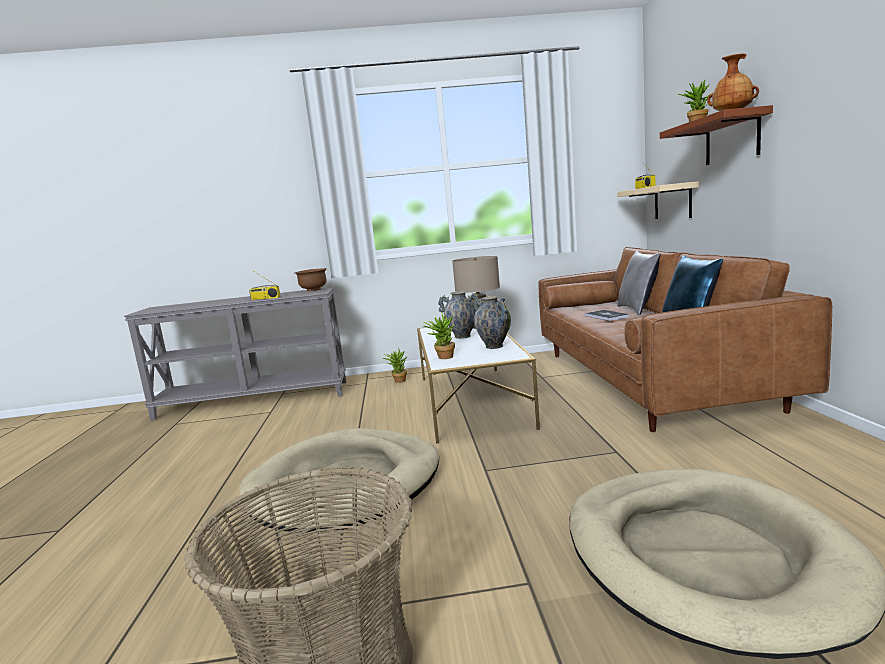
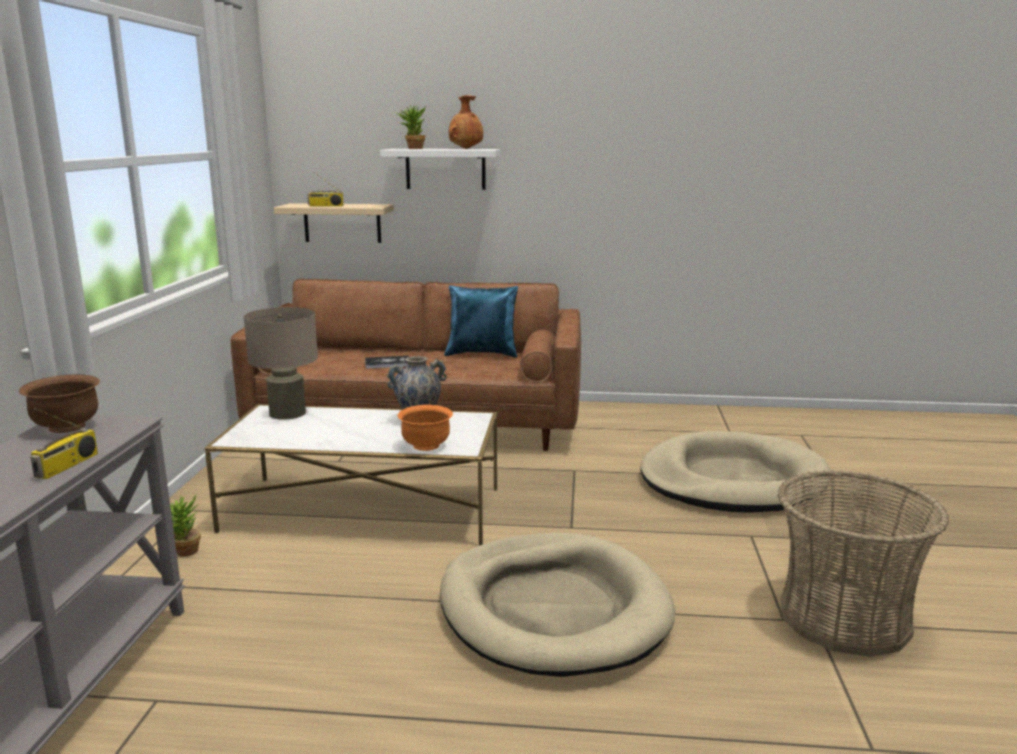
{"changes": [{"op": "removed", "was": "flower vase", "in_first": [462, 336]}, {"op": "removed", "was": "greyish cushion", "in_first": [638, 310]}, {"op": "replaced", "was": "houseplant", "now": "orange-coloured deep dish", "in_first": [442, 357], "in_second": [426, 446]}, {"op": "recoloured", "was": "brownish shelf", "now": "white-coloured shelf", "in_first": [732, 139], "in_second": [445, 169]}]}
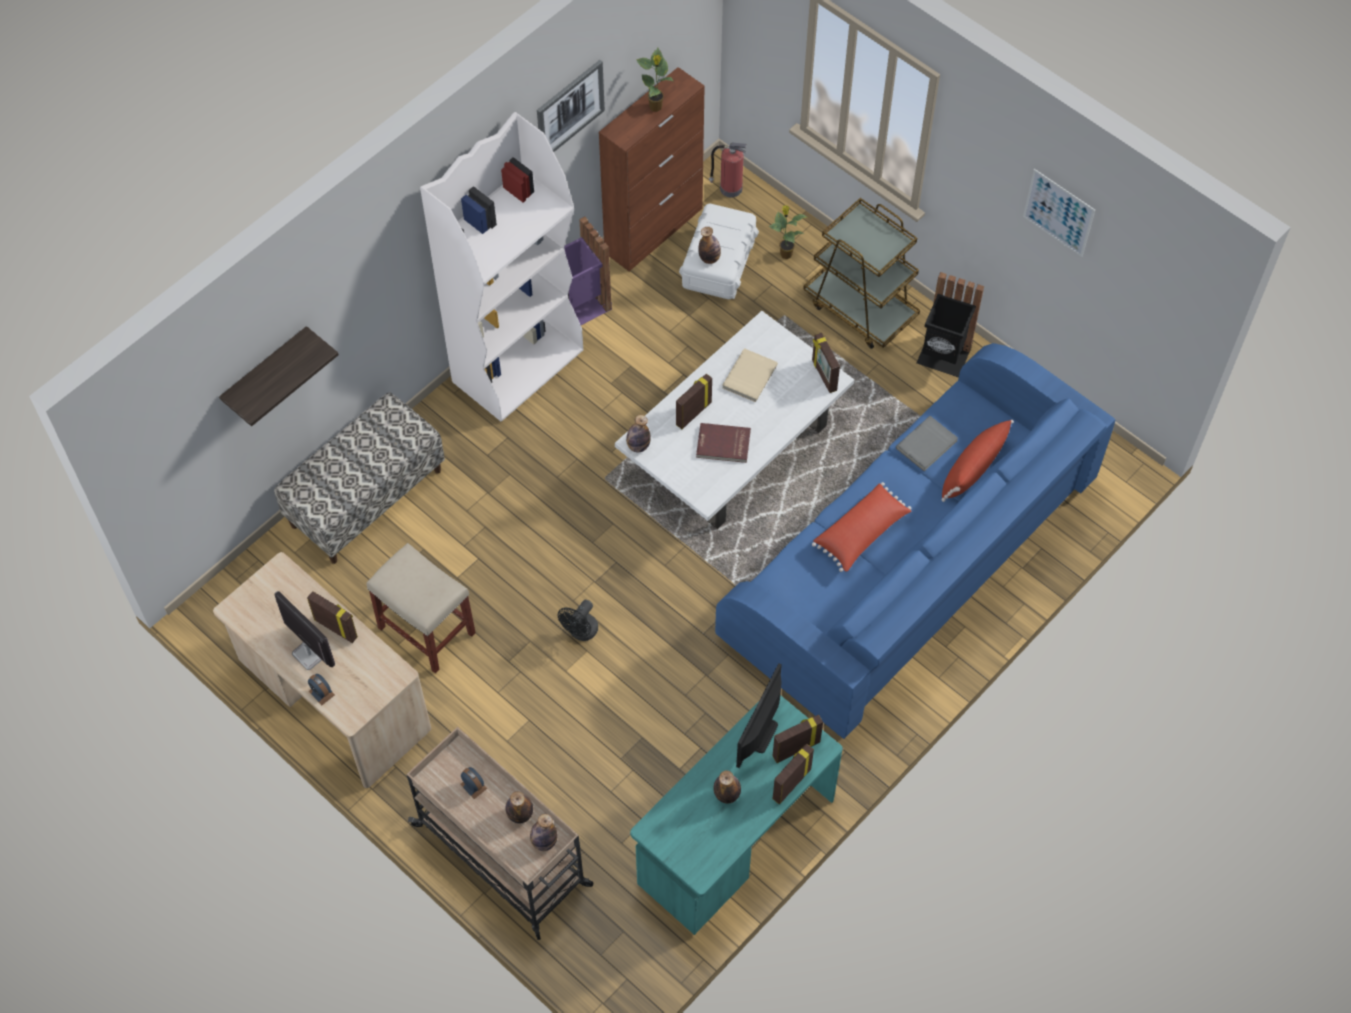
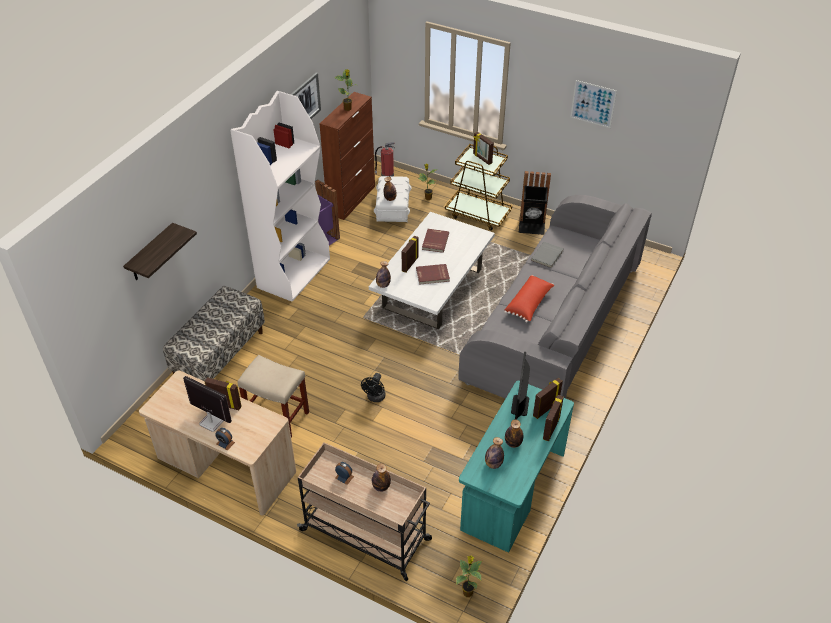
{"changes": [{"op": "removed", "was": "reddish cushion", "in_first": [972, 469]}, {"op": "added", "now": "houseplant", "in_second": [467, 592]}, {"op": "moved", "was": "drink bottle", "in_first": [544, 842], "in_second": [493, 464]}, {"op": "moved", "was": "standing frame", "in_first": [823, 375], "in_second": [482, 159]}, {"op": "recoloured", "was": "bluish settee", "now": "greyish settee", "in_first": [910, 561], "in_second": [555, 323]}, {"op": "recoloured", "was": "beige-coloured volume", "now": "reddish volume", "in_first": [748, 376], "in_second": [434, 241]}]}
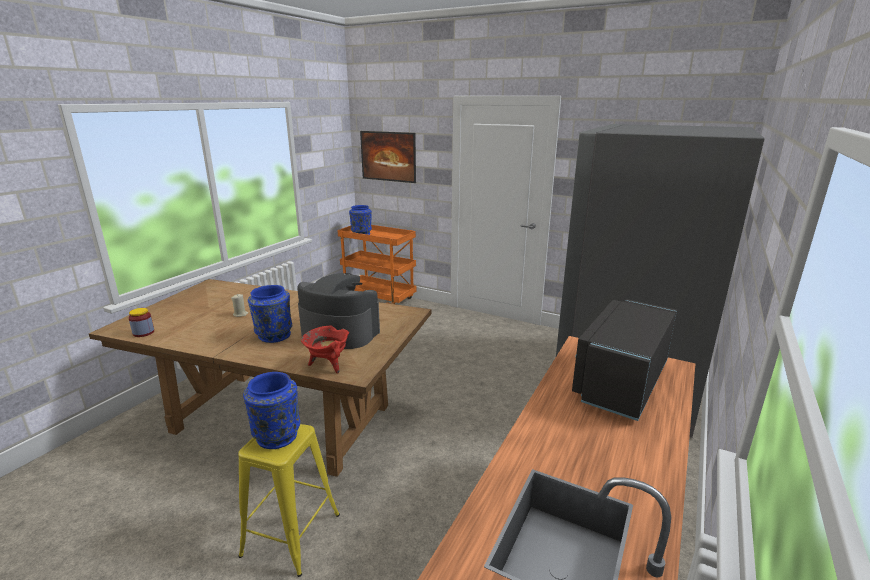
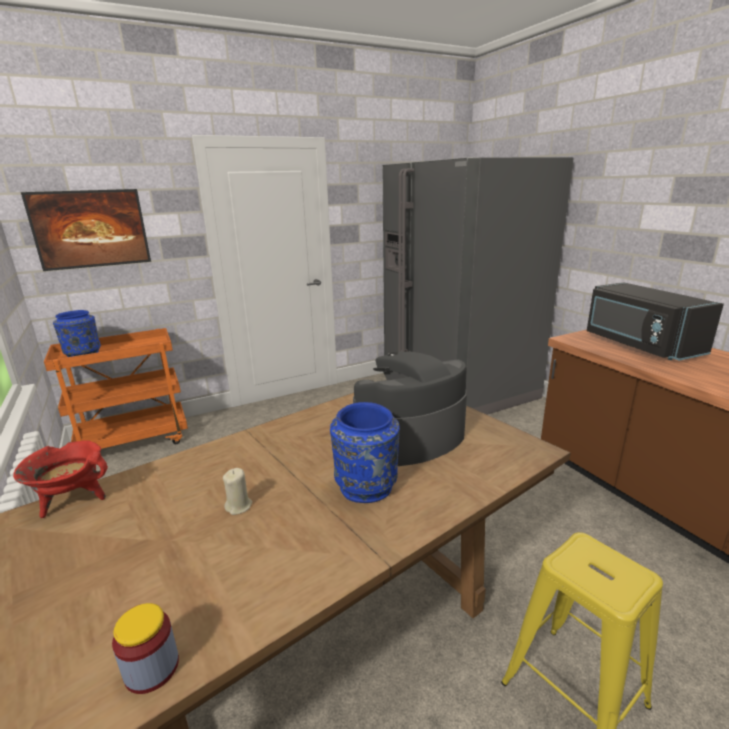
{"changes": [{"op": "removed", "was": "bluish flower vase", "in_first": [277, 435]}, {"op": "moved", "was": "reddish saucepot", "in_first": [328, 365], "in_second": [73, 501]}]}
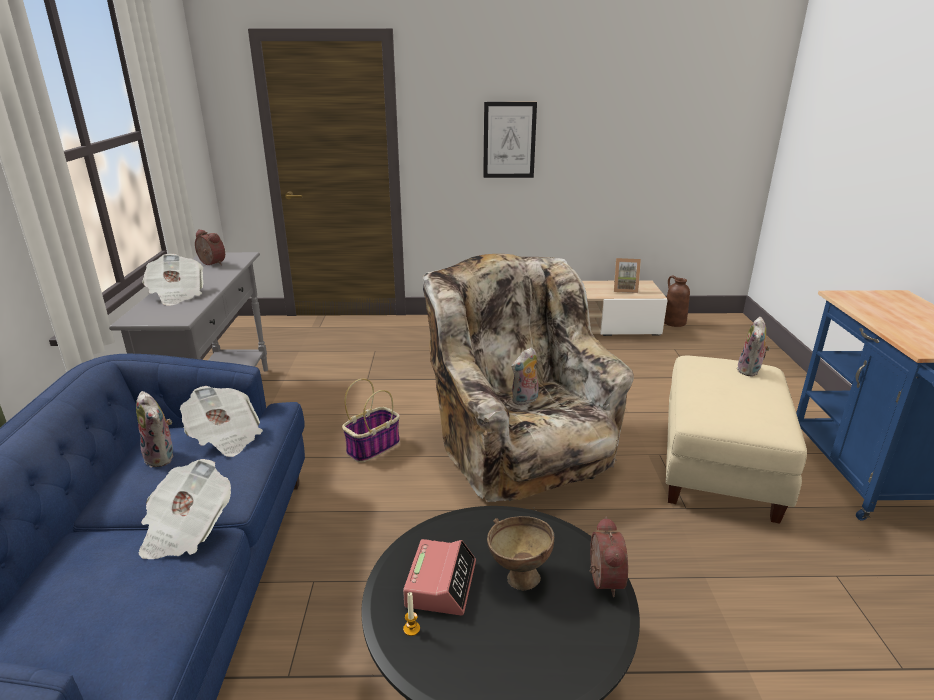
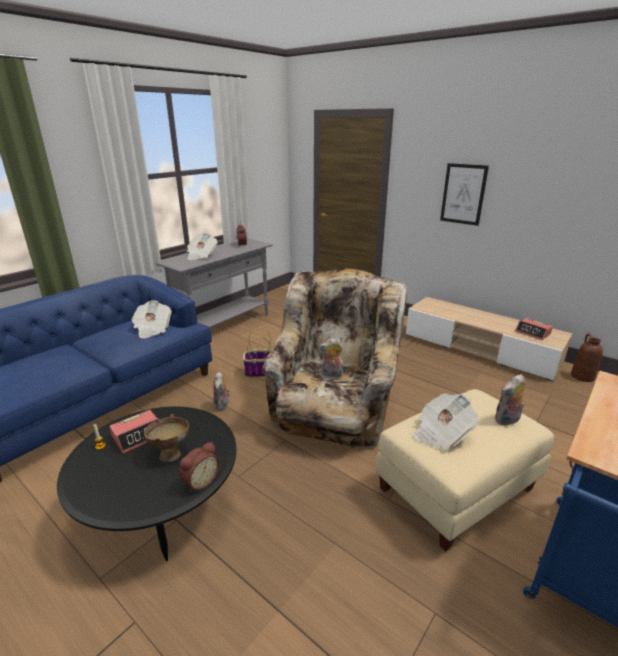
{"changes": [{"op": "moved", "was": "plush toy", "in_first": [162, 457], "in_second": [222, 406]}, {"op": "moved", "was": "daily paper", "in_first": [186, 529], "in_second": [441, 433]}, {"op": "replaced", "was": "standing frame", "now": "table clock", "in_first": [624, 289], "in_second": [533, 333]}]}
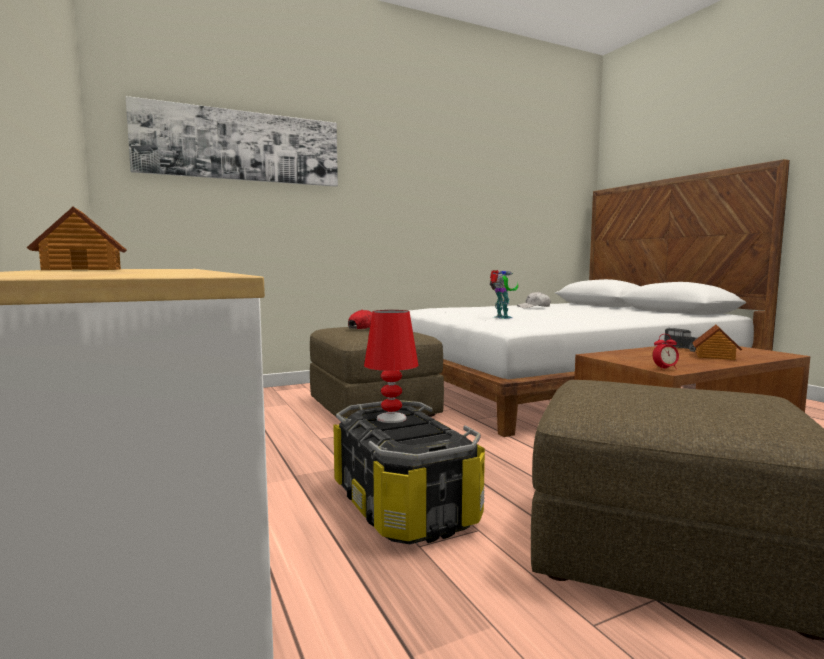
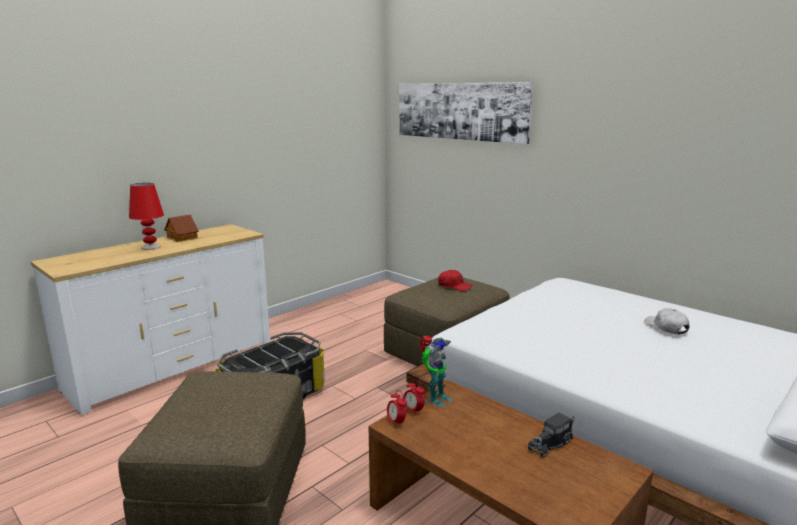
{"changes": [{"op": "removed", "was": "toy house", "in_first": [714, 356]}, {"op": "added", "now": "table clock", "in_second": [413, 411]}, {"op": "moved", "was": "reddish lamp for a table", "in_first": [391, 418], "in_second": [150, 247]}, {"op": "moved", "was": "robot figure", "in_first": [502, 318], "in_second": [435, 399]}]}
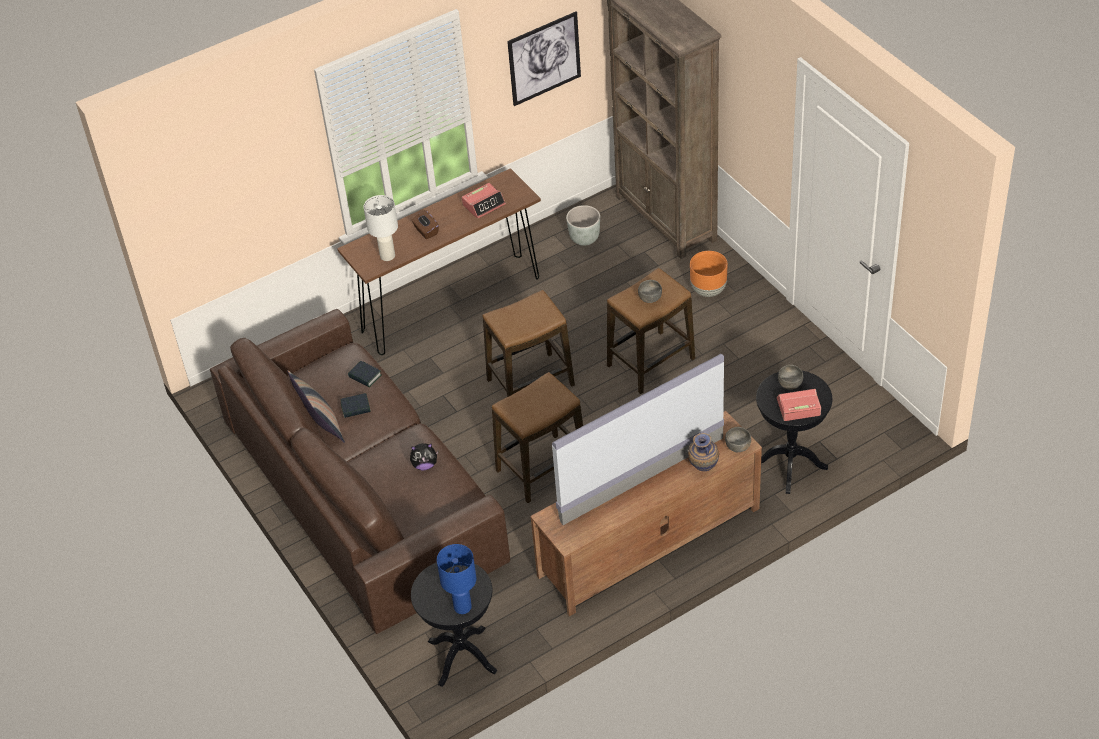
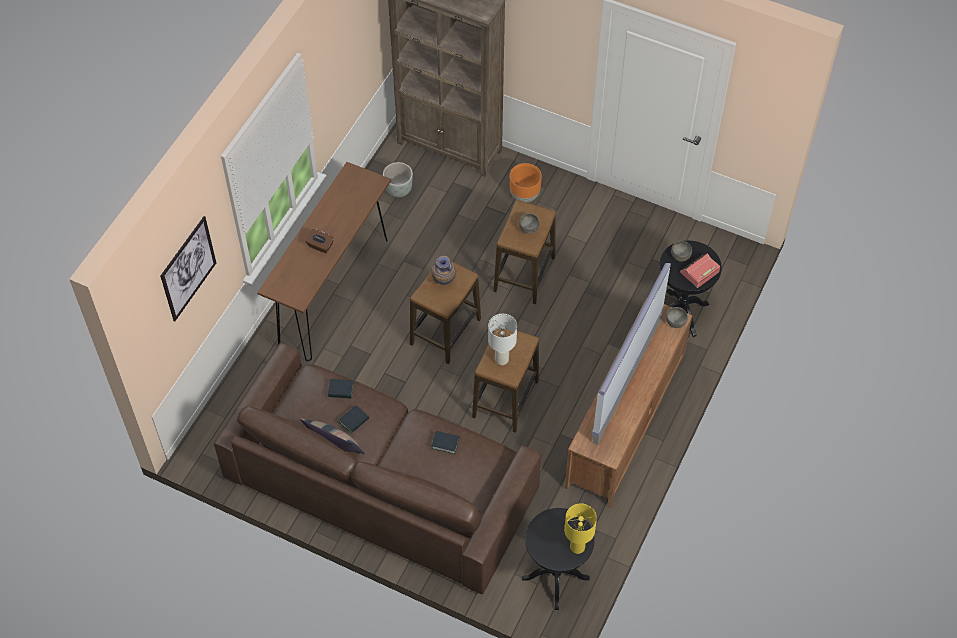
{"changes": [{"op": "removed", "was": "table clock", "in_first": [484, 204]}, {"op": "moved", "was": "white-coloured lamp for a table", "in_first": [387, 255], "in_second": [501, 359]}, {"op": "moved", "was": "picture", "in_first": [544, 58], "in_second": [188, 268]}, {"op": "moved", "was": "flower vase", "in_first": [702, 469], "in_second": [443, 282]}, {"op": "replaced", "was": "plush toy", "now": "volume", "in_first": [424, 465], "in_second": [445, 443]}, {"op": "recoloured", "was": "bluish lamp for a table", "now": "yellow-coloured lamp for a table", "in_first": [462, 607], "in_second": [577, 547]}]}
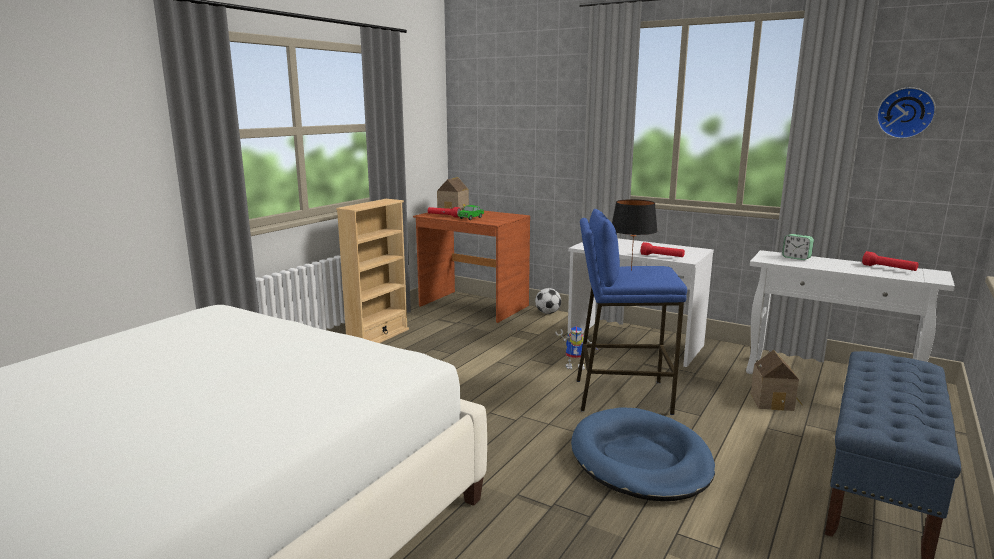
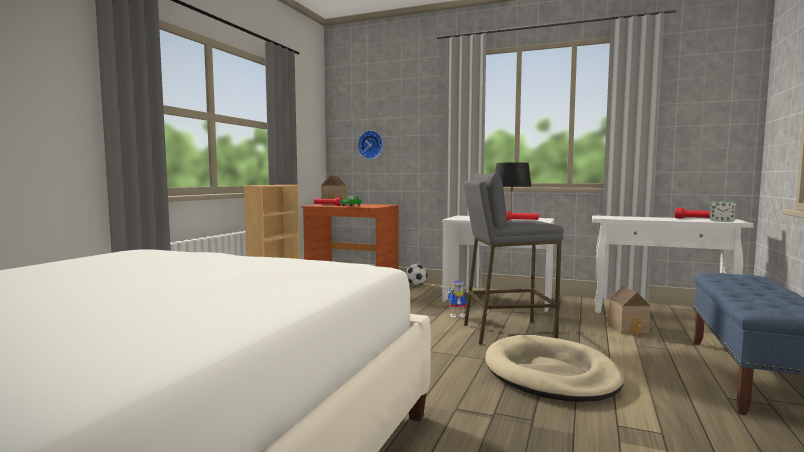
{"changes": [{"op": "moved", "was": "table clock", "in_first": [796, 258], "in_second": [722, 221]}, {"op": "moved", "was": "clock on the wall", "in_first": [905, 113], "in_second": [371, 145]}, {"op": "recoloured", "was": "bluish pet bed", "now": "beige-coloured pet bed", "in_first": [640, 459], "in_second": [550, 374]}, {"op": "recoloured", "was": "bluish sitting stool", "now": "greyish sitting stool", "in_first": [621, 396], "in_second": [507, 332]}]}
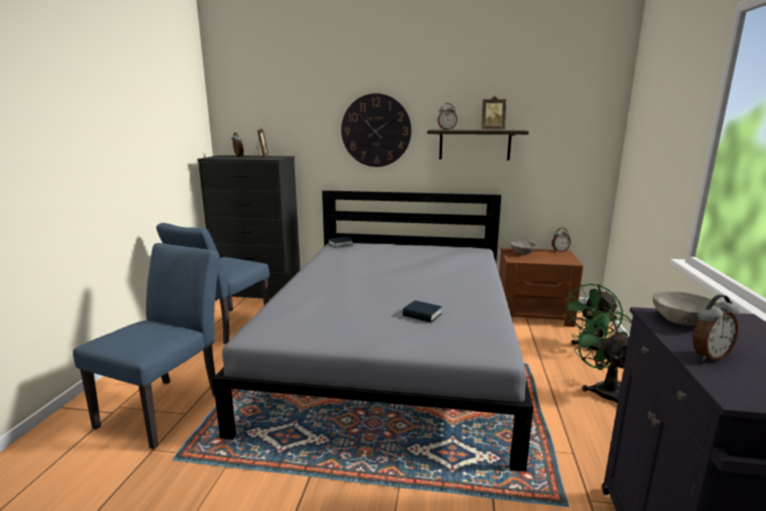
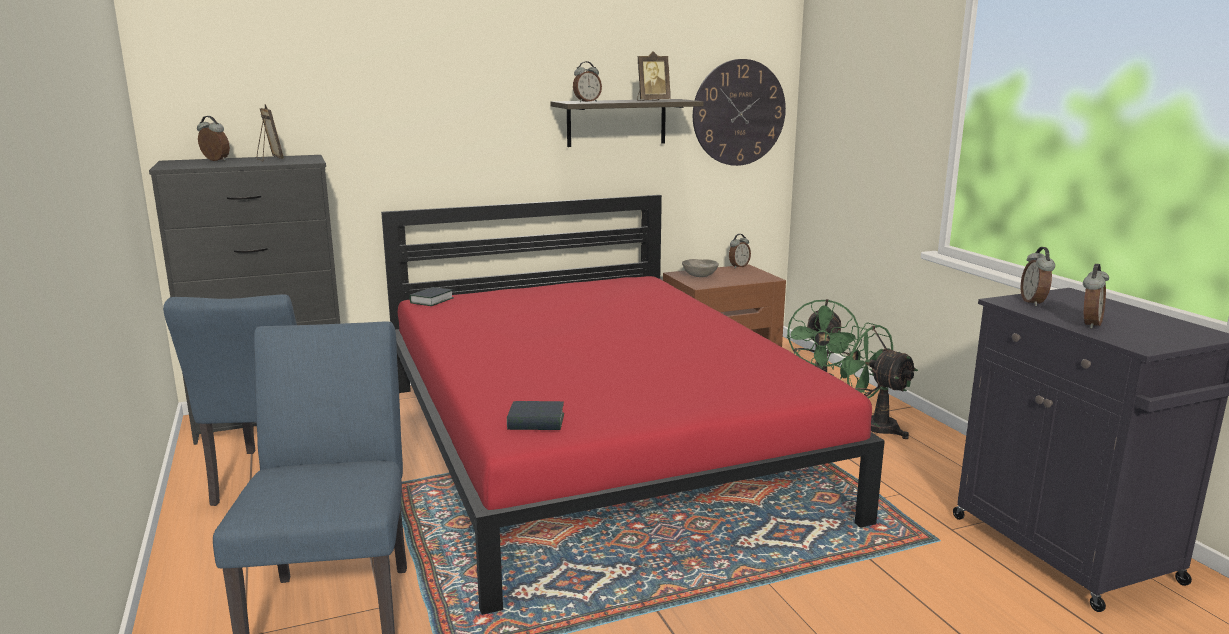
{"changes": [{"op": "moved", "was": "clock on the wall", "in_first": [376, 130], "in_second": [739, 113]}, {"op": "moved", "was": "volume", "in_first": [422, 315], "in_second": [536, 422]}, {"op": "replaced", "was": "greyish deep dish", "now": "table clock", "in_first": [683, 321], "in_second": [1034, 302]}, {"op": "recoloured", "was": "greyish sleeping bed", "now": "reddish sleeping bed", "in_first": [394, 352], "in_second": [597, 446]}]}
